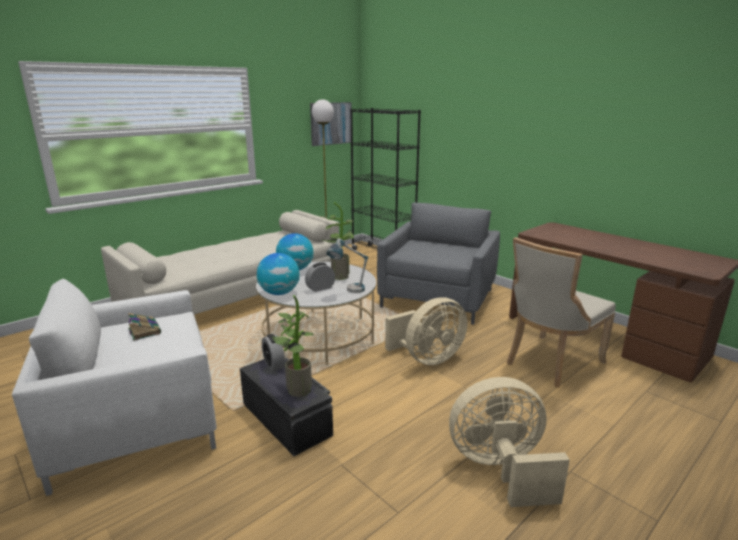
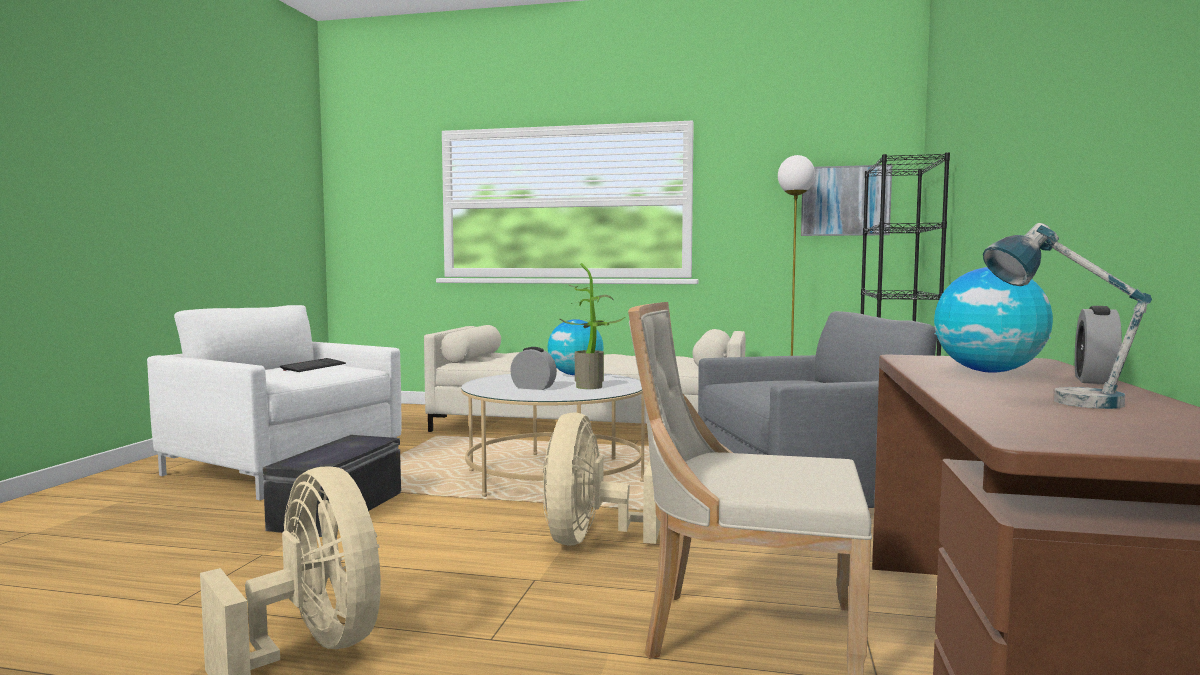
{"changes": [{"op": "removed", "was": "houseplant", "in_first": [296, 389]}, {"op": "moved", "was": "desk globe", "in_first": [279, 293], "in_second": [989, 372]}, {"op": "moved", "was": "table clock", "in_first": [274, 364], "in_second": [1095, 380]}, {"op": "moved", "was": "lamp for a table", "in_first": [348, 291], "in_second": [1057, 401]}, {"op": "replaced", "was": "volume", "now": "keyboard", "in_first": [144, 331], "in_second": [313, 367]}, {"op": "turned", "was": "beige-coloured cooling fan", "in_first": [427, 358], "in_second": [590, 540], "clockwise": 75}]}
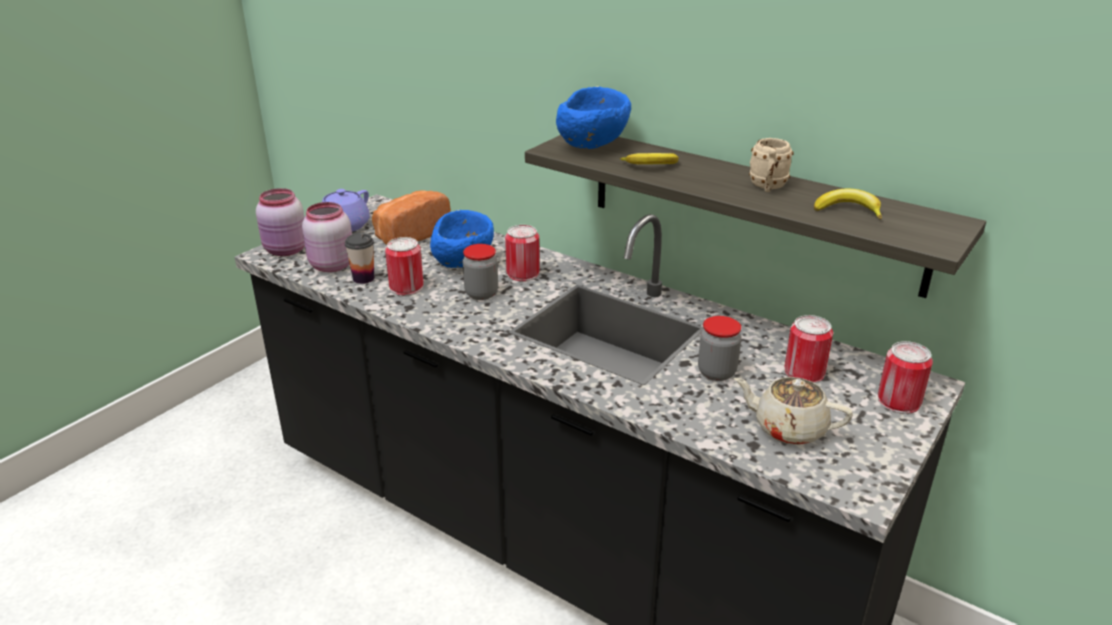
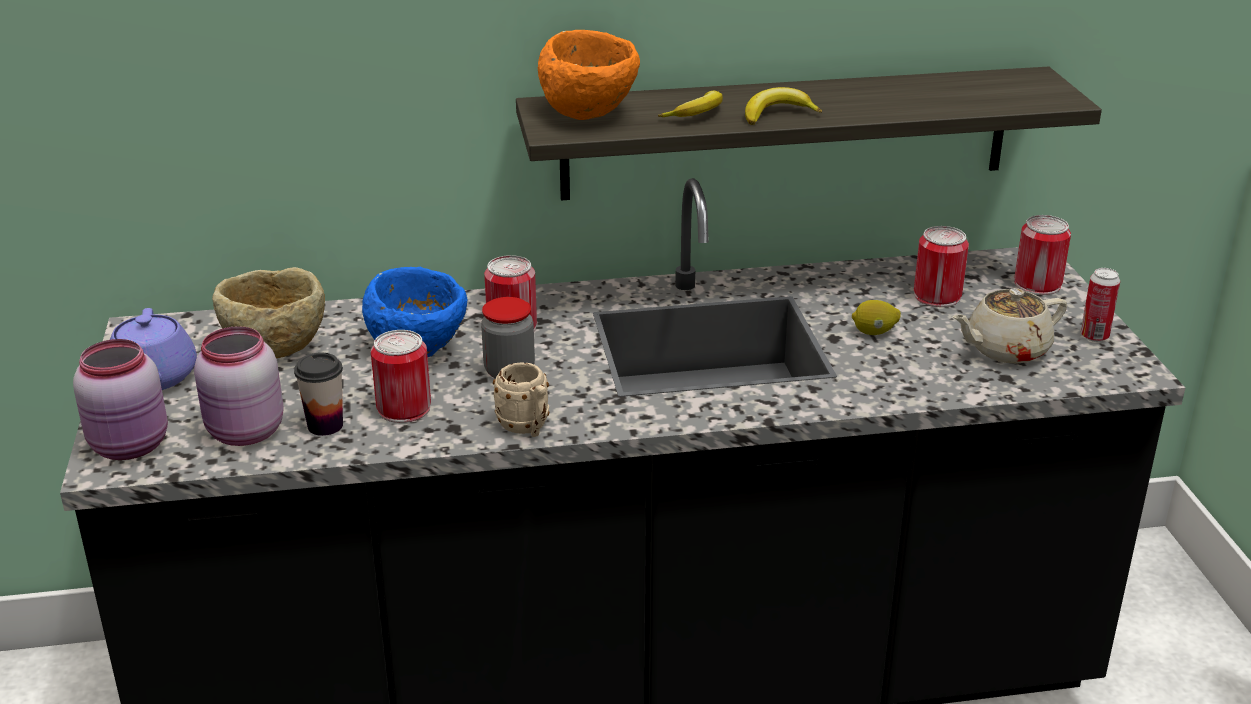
{"changes": [{"op": "added", "now": "metal can", "in_second": [1094, 336]}, {"op": "moved", "was": "beige-coloured mug", "in_first": [767, 187], "in_second": [527, 428]}, {"op": "moved", "was": "whole banana", "in_first": [848, 210], "in_second": [777, 114]}, {"op": "replaced", "was": "bakery bread", "now": "beige-coloured deep dish", "in_first": [409, 235], "in_second": [275, 347]}, {"op": "replaced", "was": "preserve jar", "now": "whole lemon", "in_first": [716, 372], "in_second": [874, 332]}, {"op": "recoloured", "was": "bluish deep dish", "now": "orange-coloured deep dish", "in_first": [592, 147], "in_second": [591, 114]}]}
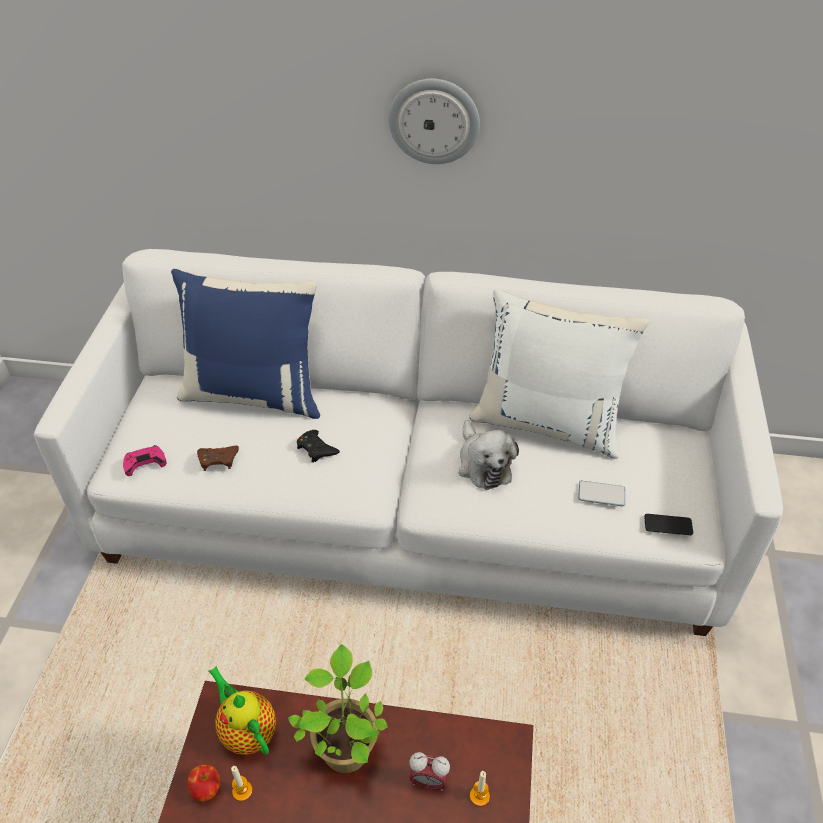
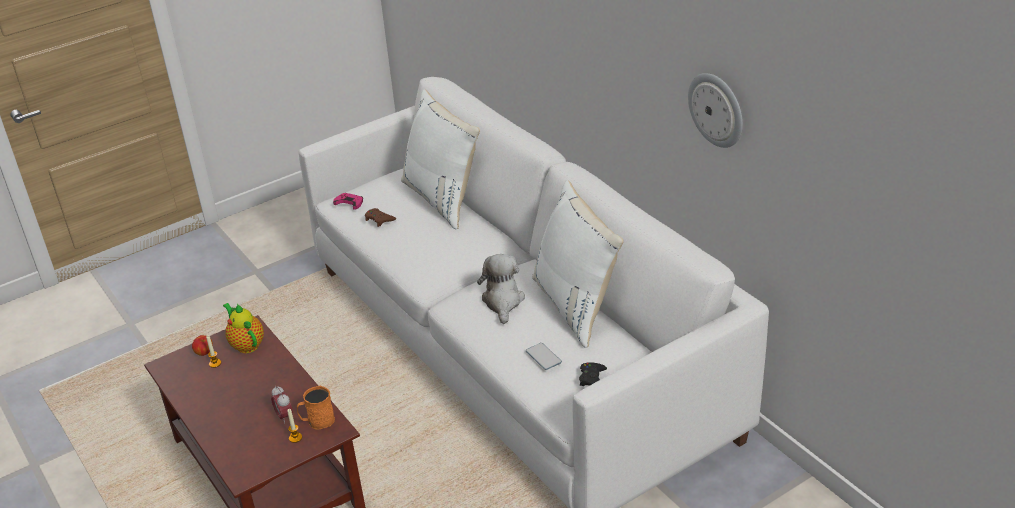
{"changes": [{"op": "removed", "was": "houseplant", "in_first": [346, 746]}, {"op": "removed", "was": "handset", "in_first": [668, 525]}, {"op": "added", "now": "orange-coloured mug", "in_second": [317, 421]}, {"op": "moved", "was": "black joypad", "in_first": [316, 449], "in_second": [593, 379]}, {"op": "moved", "was": "clock on the wall", "in_first": [434, 121], "in_second": [717, 109]}, {"op": "recoloured", "was": "bluish cushion", "now": "white-coloured cushion", "in_first": [255, 393], "in_second": [444, 199]}, {"op": "turned", "was": "pot for tea", "in_first": [247, 730], "in_second": [246, 344], "clockwise": -45}, {"op": "turned", "was": "plush toy", "in_first": [483, 464], "in_second": [503, 301], "clockwise": 150}]}
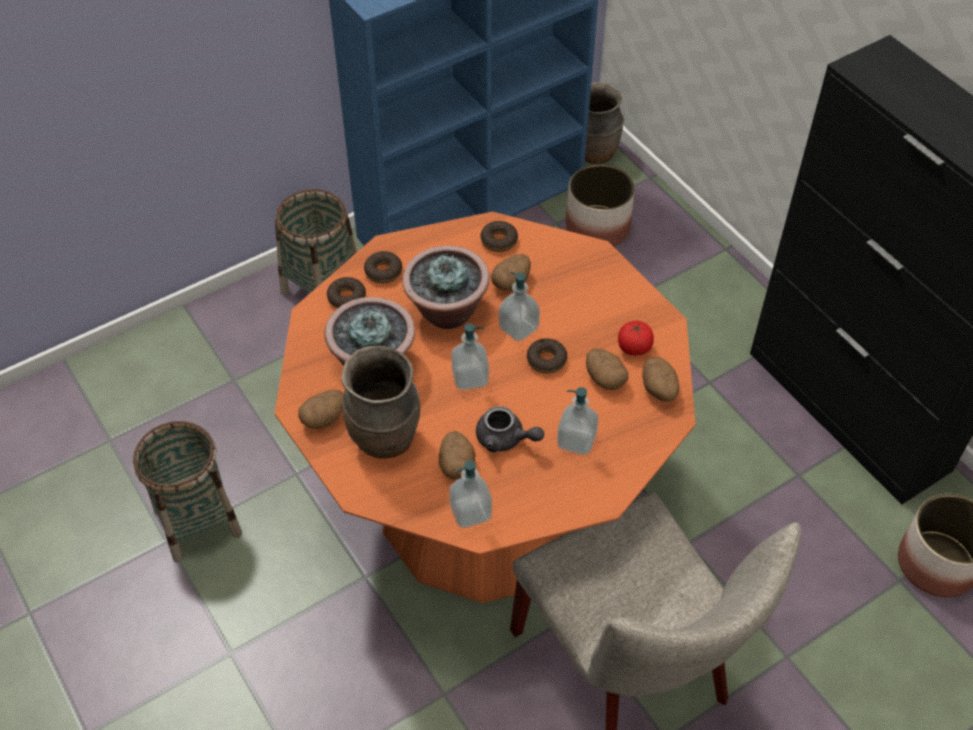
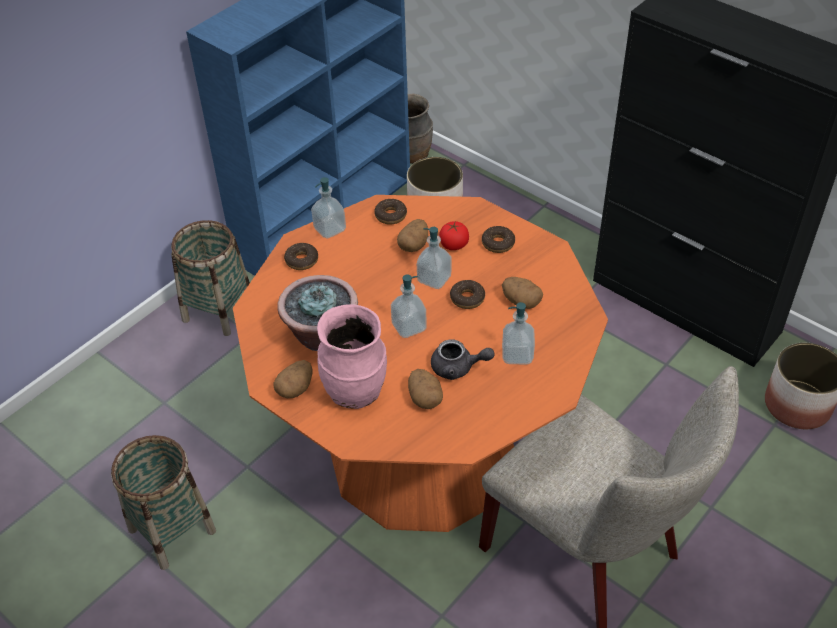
{"changes": [{"op": "removed", "was": "houseplant", "in_first": [446, 312]}, {"op": "removed", "was": "potato", "in_first": [659, 390]}, {"op": "moved", "was": "ring doughnut", "in_first": [347, 298], "in_second": [498, 243]}, {"op": "moved", "was": "soap dispenser", "in_first": [470, 512], "in_second": [329, 229]}, {"op": "moved", "was": "whole tomato", "in_first": [634, 347], "in_second": [453, 245]}, {"op": "recoloured", "was": "brownish flower vase", "now": "pinkish flower vase", "in_first": [386, 440], "in_second": [356, 393]}]}
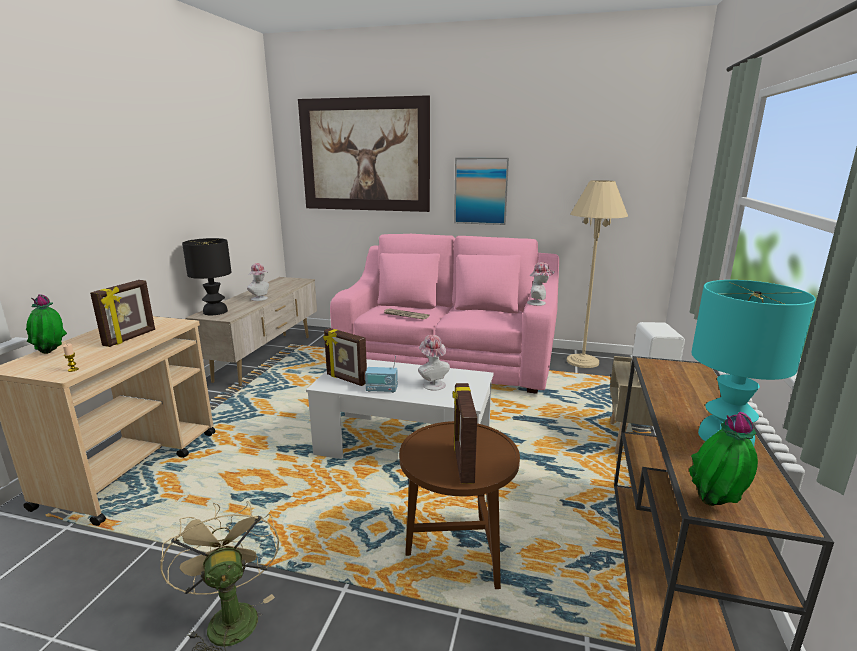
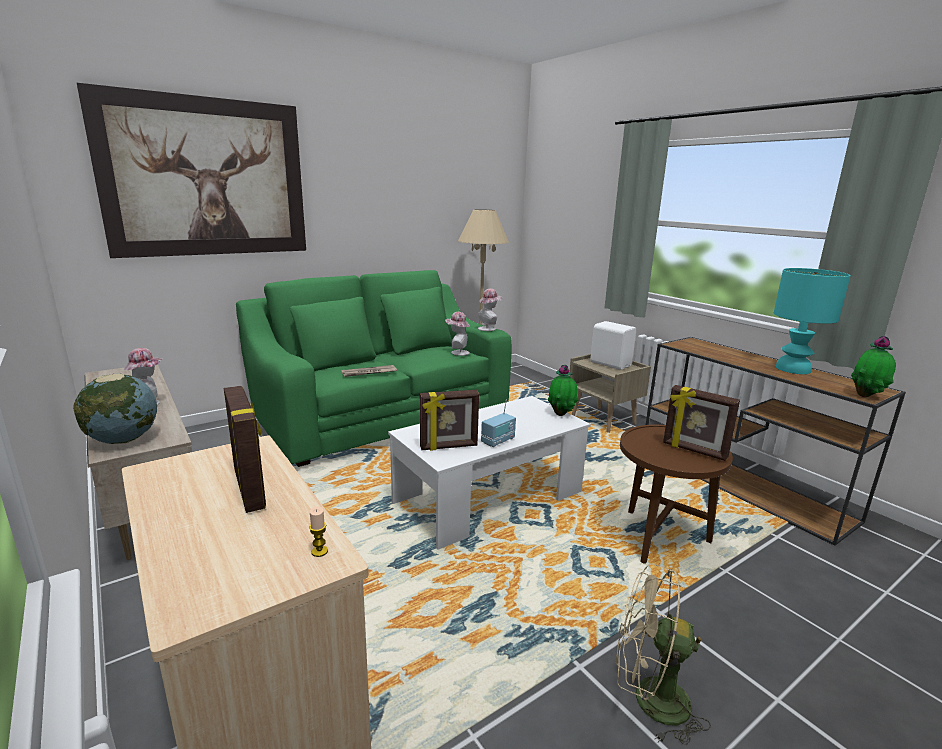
{"changes": [{"op": "removed", "was": "picture", "in_first": [481, 191]}, {"op": "moved", "was": "houseplant", "in_first": [51, 353], "in_second": [561, 414]}, {"op": "moved", "was": "wearable hat", "in_first": [432, 384], "in_second": [457, 352]}, {"op": "replaced", "was": "black lamp for a table", "now": "desk globe", "in_first": [215, 312], "in_second": [123, 440]}, {"op": "recoloured", "was": "pinkish settee", "now": "green-coloured settee", "in_first": [448, 362], "in_second": [381, 417]}]}
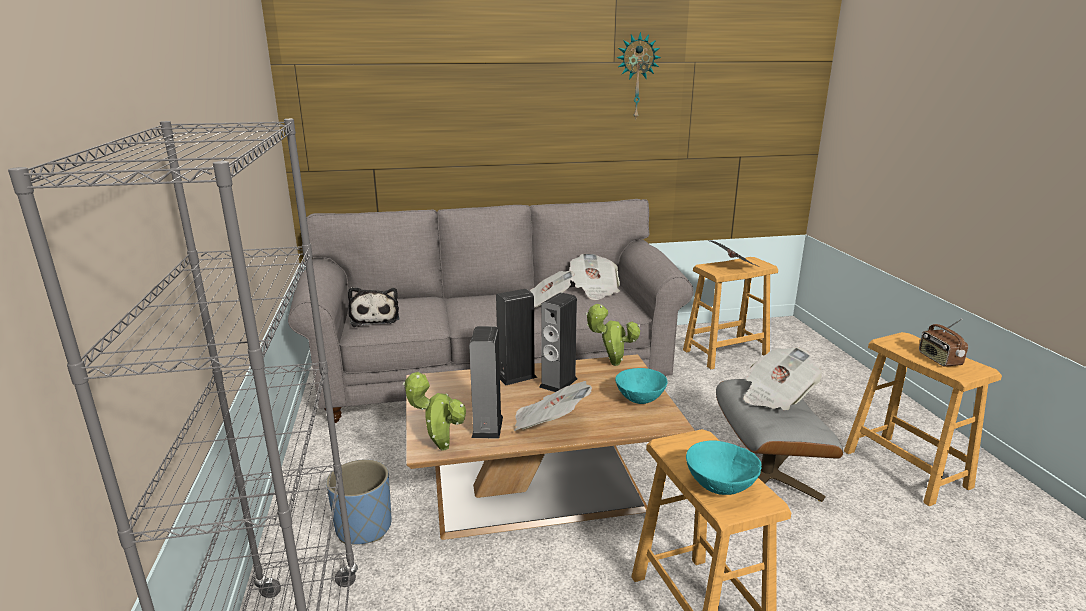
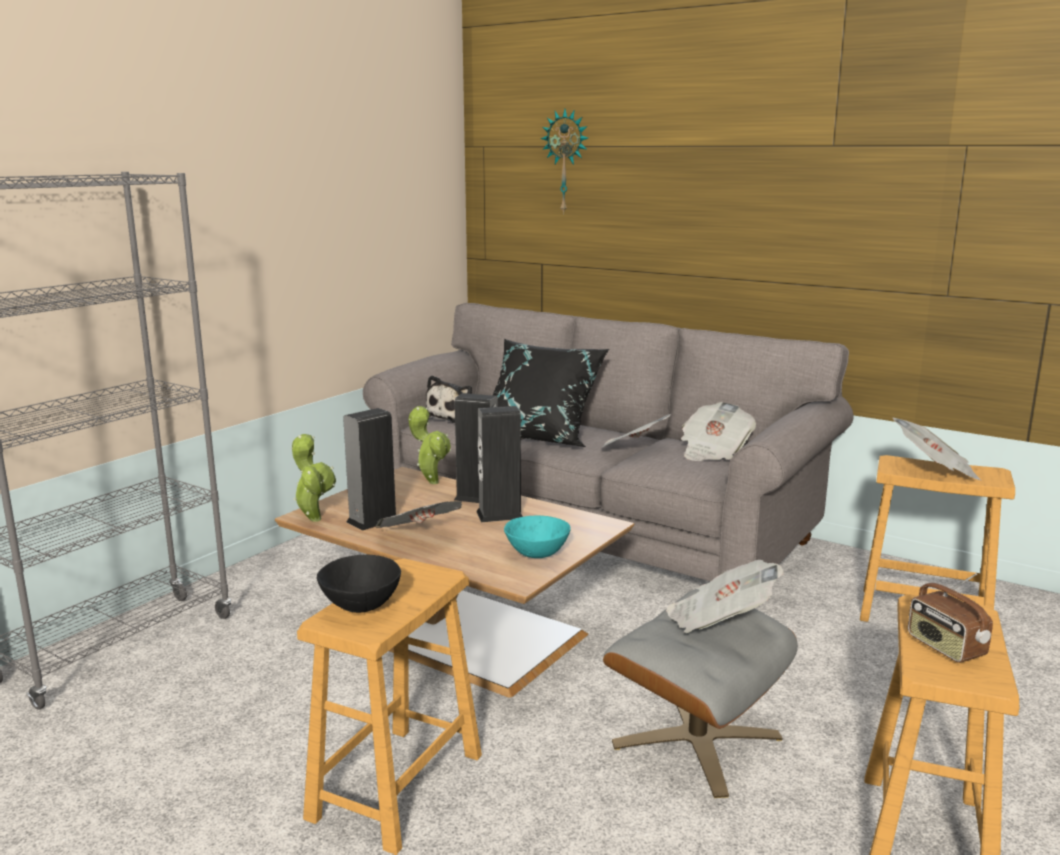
{"changes": [{"op": "removed", "was": "bluish planter", "in_first": [363, 527]}, {"op": "added", "now": "black cushion", "in_second": [540, 437]}, {"op": "moved", "was": "houseplant", "in_first": [611, 364], "in_second": [431, 481]}, {"op": "moved", "was": "clock on the wall", "in_first": [636, 77], "in_second": [566, 161]}, {"op": "recoloured", "was": "turquoise deep dish", "now": "black deep dish", "in_first": [719, 488], "in_second": [359, 607]}, {"op": "turned", "was": "radio set", "in_first": [939, 360], "in_second": [944, 647], "clockwise": -60}]}
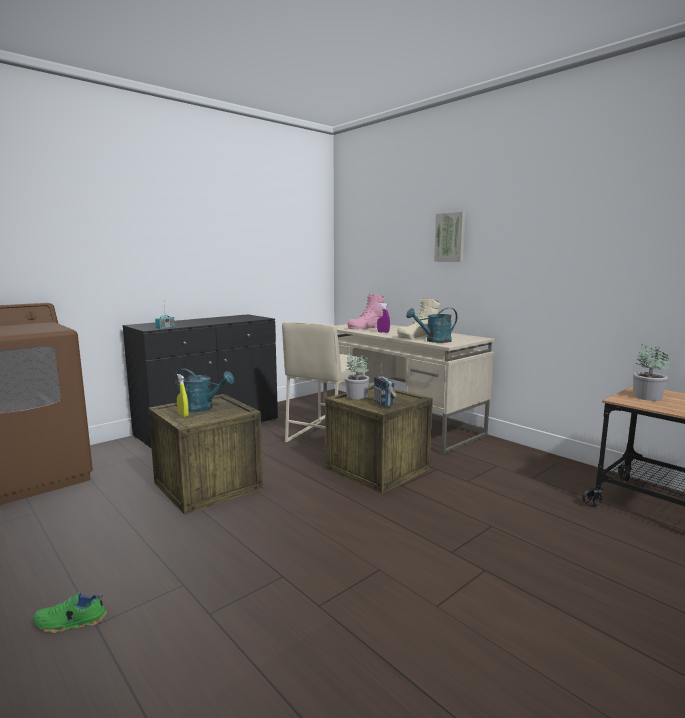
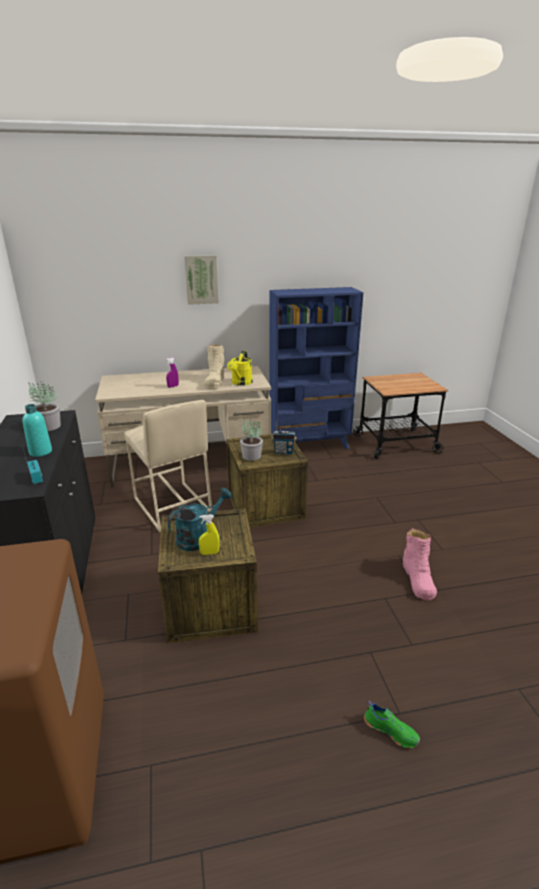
{"changes": [{"op": "added", "now": "turquoise drink bottle", "in_second": [40, 452]}, {"op": "added", "now": "bluish bookshelf", "in_second": [310, 445]}, {"op": "moved", "was": "pinkish boot", "in_first": [367, 328], "in_second": [418, 579]}, {"op": "moved", "was": "houseplant", "in_first": [646, 397], "in_second": [48, 426]}, {"op": "recoloured", "was": "turquoise sprinkling can", "now": "yellow-coloured sprinkling can", "in_first": [434, 341], "in_second": [240, 383]}, {"op": "turned", "was": "green-coloured item of footwear", "in_first": [70, 623], "in_second": [391, 730], "clockwise": -75}]}
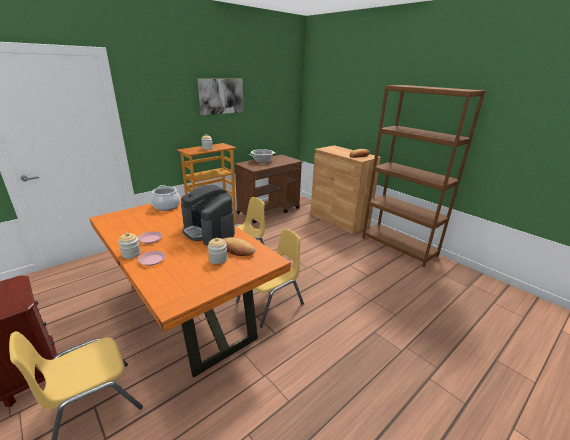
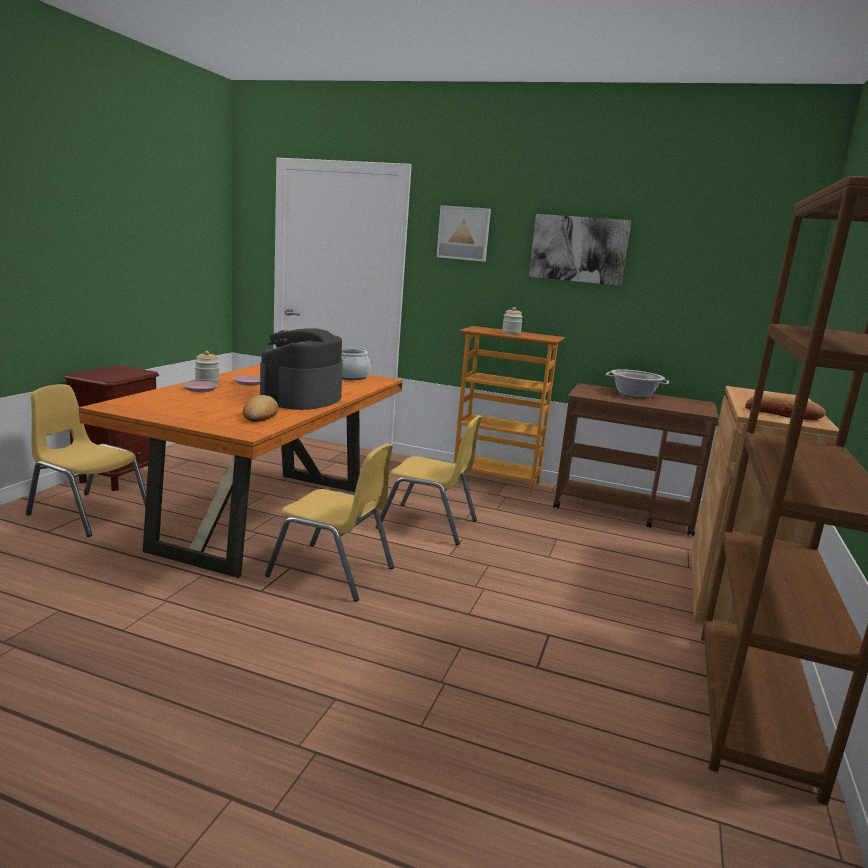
{"changes": [{"op": "removed", "was": "preserve jar", "in_first": [218, 259]}, {"op": "added", "now": "picture", "in_second": [464, 233]}]}
